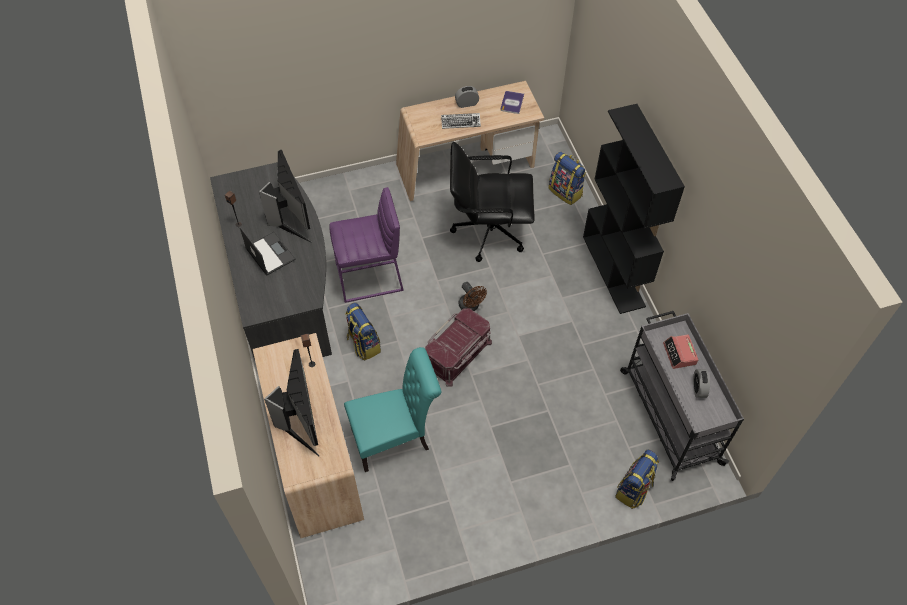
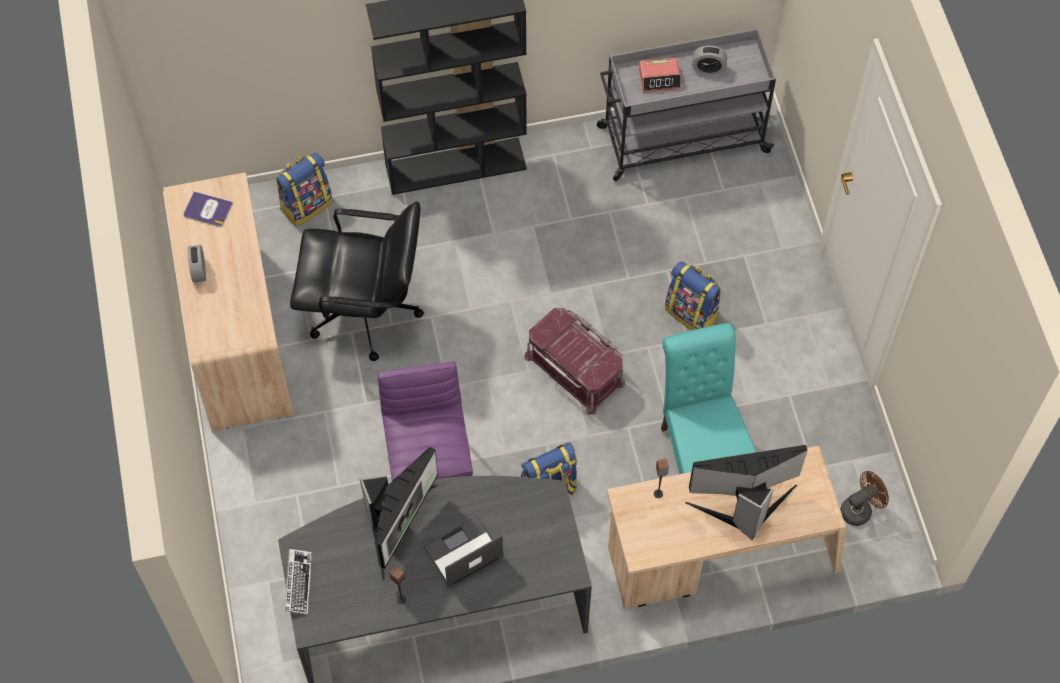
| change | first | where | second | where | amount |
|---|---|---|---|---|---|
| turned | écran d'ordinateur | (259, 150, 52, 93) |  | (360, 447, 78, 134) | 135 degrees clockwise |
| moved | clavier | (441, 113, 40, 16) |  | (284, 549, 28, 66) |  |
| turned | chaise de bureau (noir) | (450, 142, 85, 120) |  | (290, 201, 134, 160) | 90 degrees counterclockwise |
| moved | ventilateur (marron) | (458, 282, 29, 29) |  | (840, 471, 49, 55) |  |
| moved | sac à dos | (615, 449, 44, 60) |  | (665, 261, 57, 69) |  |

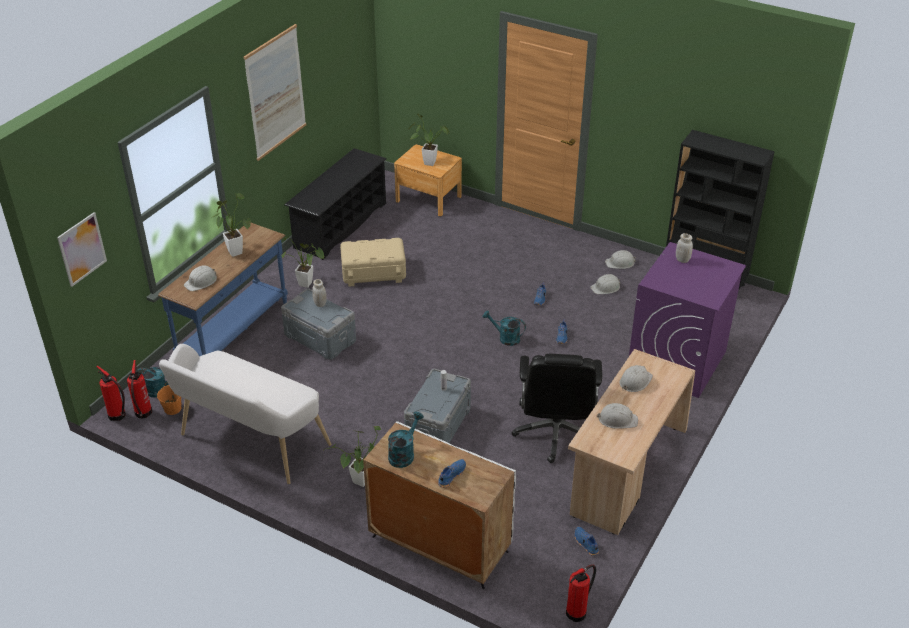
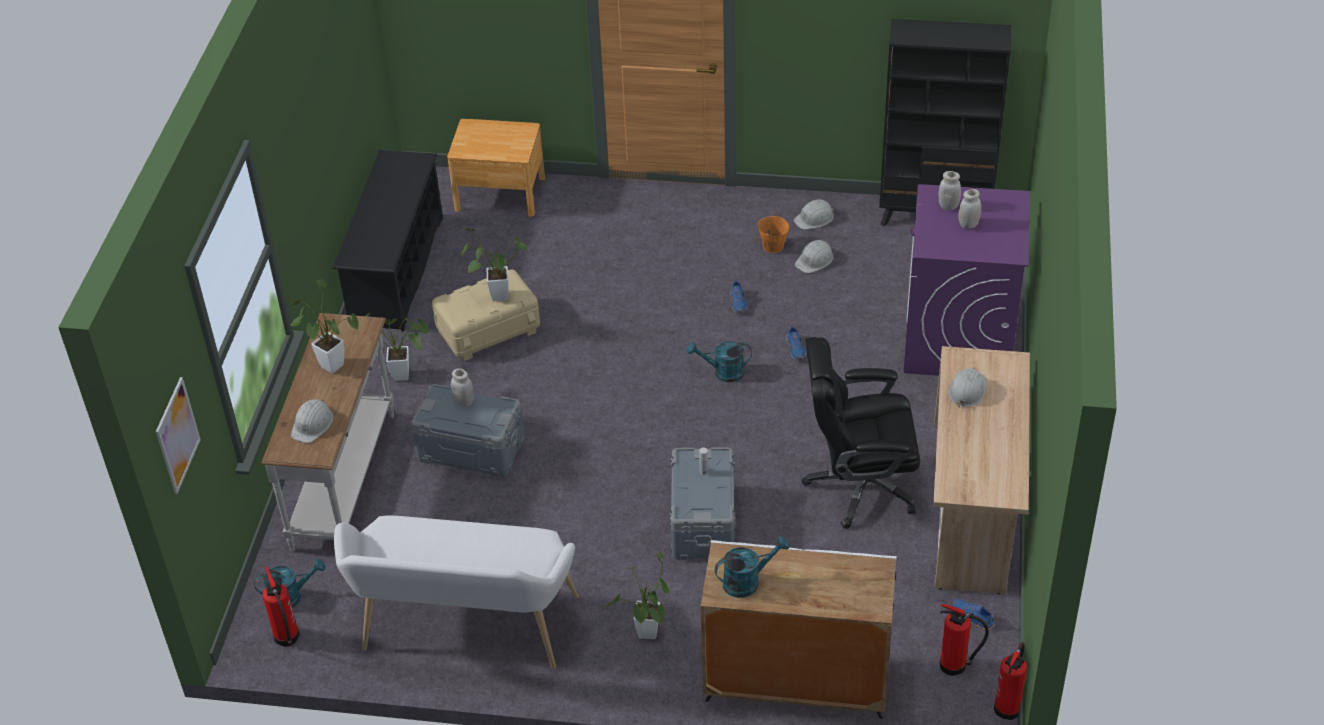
| change | first | where | second | where | amount |
|---|---|---|---|---|---|
| moved | extincteur | (96, 366, 30, 55) |  | (940, 604, 49, 72) |  |
| moved | seau (orange) | (157, 382, 24, 33) |  | (758, 213, 31, 40) |  |
| recoloured | table console (bleu) | (158, 223, 130, 134) | table console (blanc) | (262, 313, 132, 239) |  |
| removed | tableau | (243, 24, 63, 137) |  |  |  |
| turned | arrosoir (turquoise) | (388, 412, 36, 56) |  | (715, 536, 75, 62) | 60 degrees clockwise |
| moved | plante en pot | (409, 114, 41, 52) |  | (460, 228, 68, 73) |  |
| removed | chaussure (bleu) | (438, 459, 28, 28) |  |  |  |
| turned | chaise de bureau (noir) | (511, 354, 91, 109) |  | (801, 337, 119, 192) | 105 degrees clockwise |
| removed | casque de chantier (blanc) | (596, 403, 42, 26) |  |  |  |
| added |  |  | bocal (blanc) | (958, 189, 23, 40) |  |

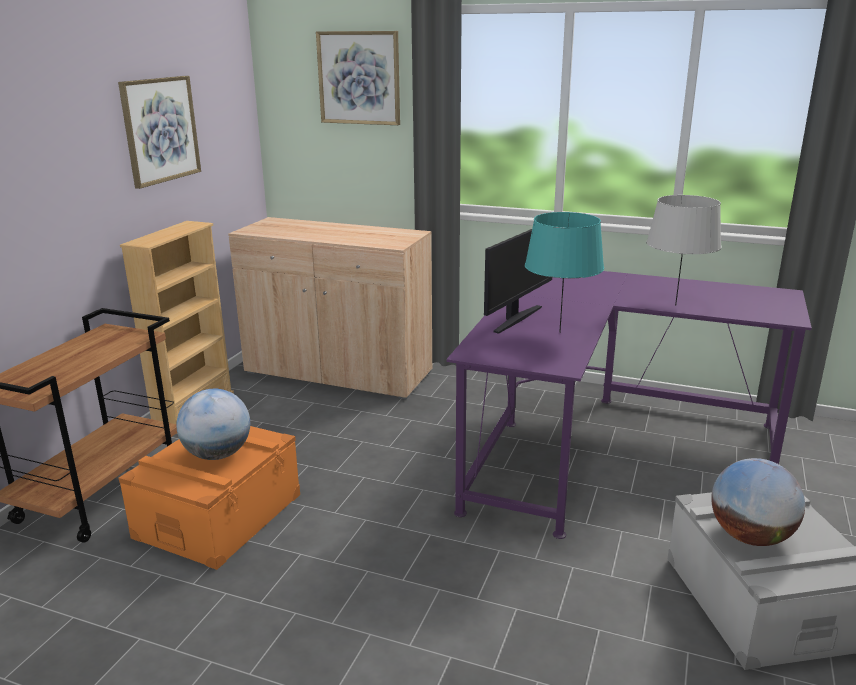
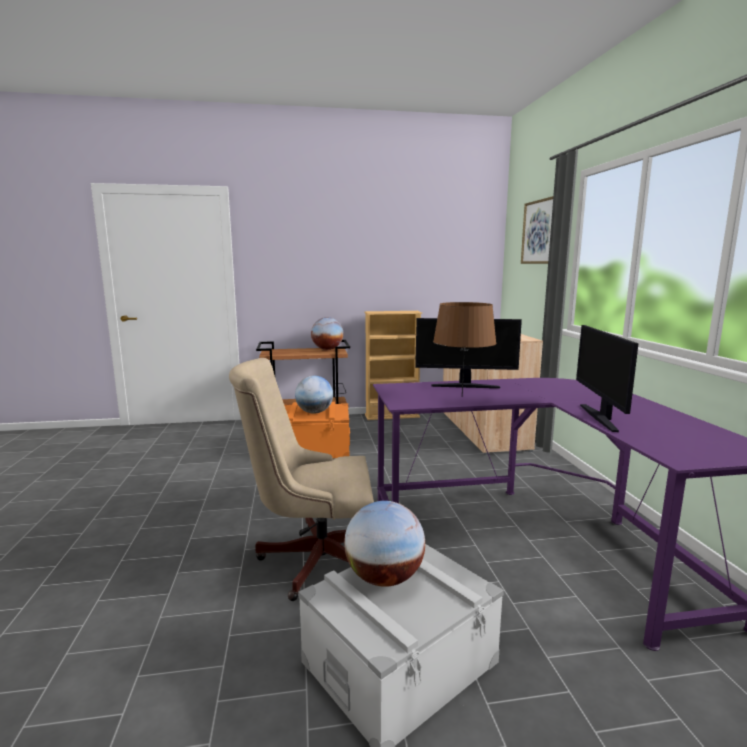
| change | first | where | second | where | amount |
|---|---|---|---|---|---|
| removed | tableau | (118, 76, 83, 113) |  |  |  |
| recoloured | lampe de table (turquoise) | (525, 212, 79, 121) | lampe de table (marron) | (433, 302, 64, 95) |  |
| replaced | lampe de table (gris) | (646, 195, 75, 111) | écran d'ordinateur | (576, 325, 63, 107) |  |
| added |  |  | chaise de bureau (beige) | (229, 358, 145, 243) |  |
| added |  |  | globe | (311, 317, 33, 33) |  |

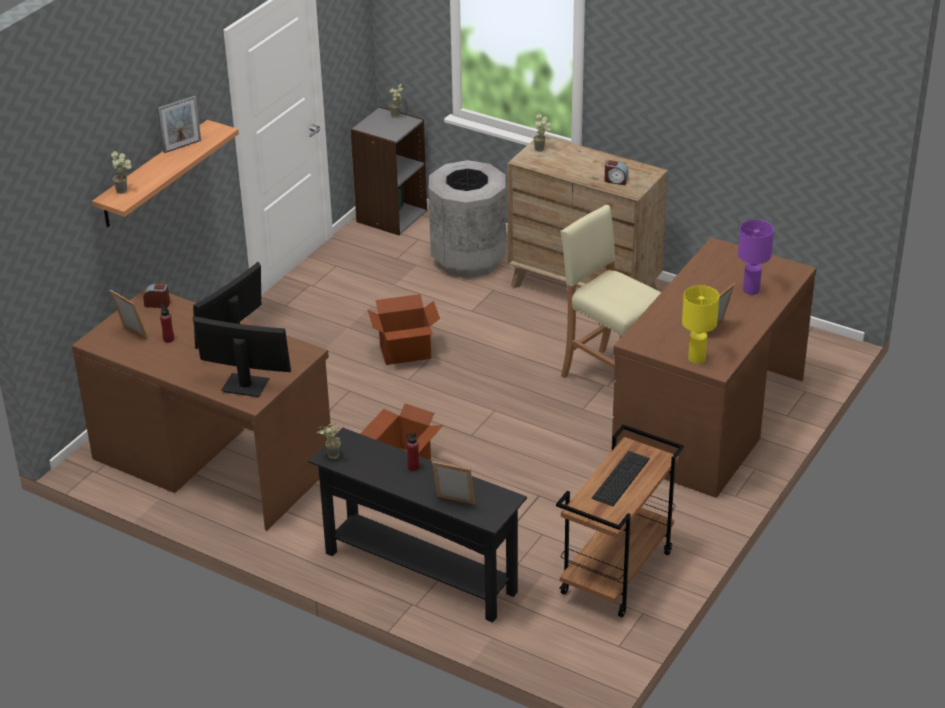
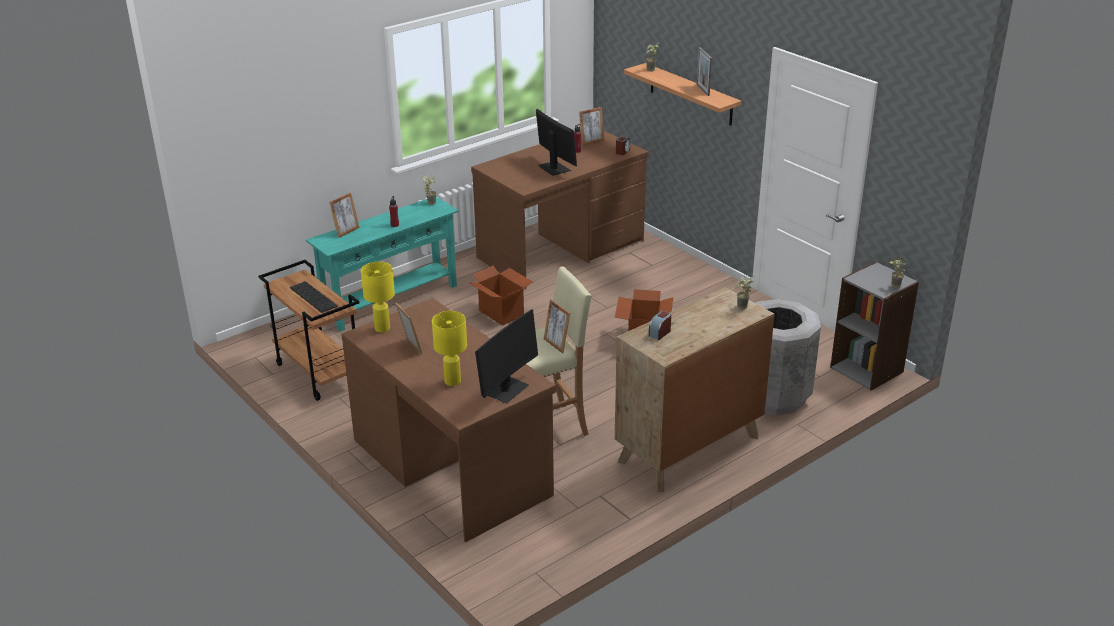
| change | first | where | second | where | amount |
|---|---|---|---|---|---|
| moved | écran d'ordinateur | (193, 316, 98, 81) |  | (475, 309, 63, 95) |  |
| recoloured | table console (noir) | (309, 428, 218, 195) | table console (turquoise) | (306, 197, 153, 134) |  |
| recoloured | lampe de table (violet) | (738, 219, 36, 76) | lampe de table (jaune) | (432, 311, 35, 75) |  |
| added |  |  | cadre photo | (544, 299, 26, 54) |  |

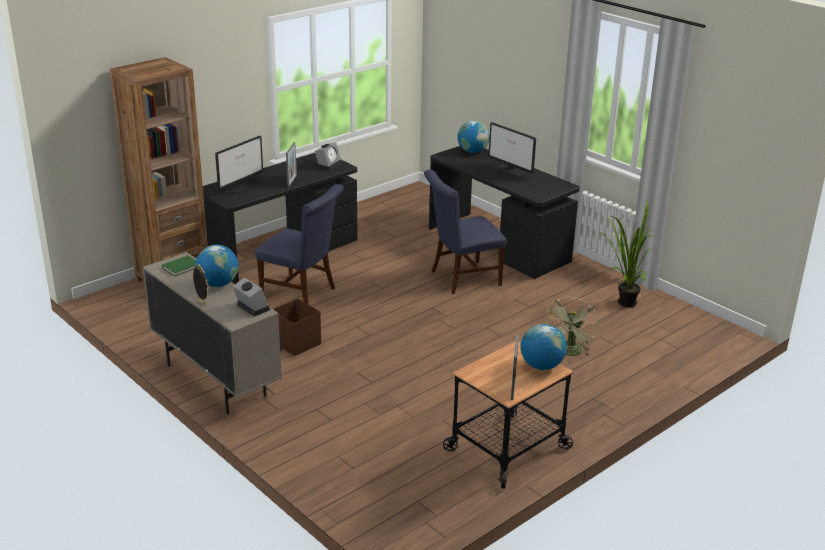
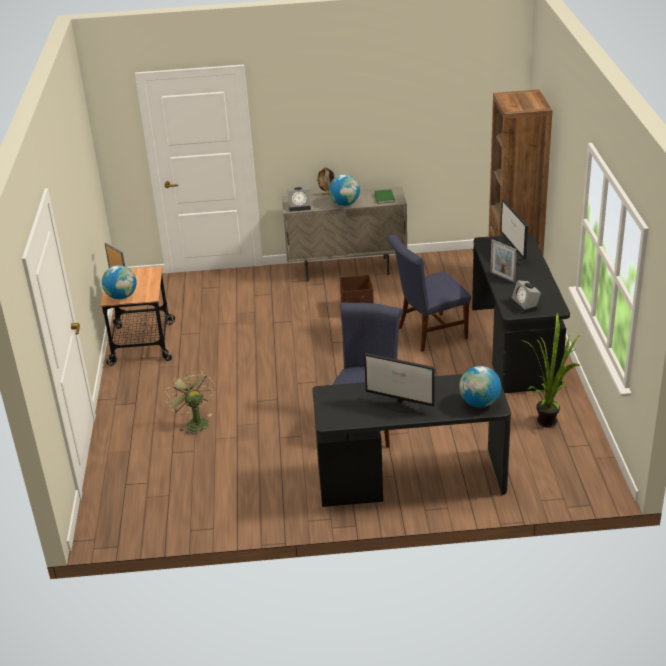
| change | first | where | second | where | amount |
|---|---|---|---|---|---|
| turned | écran d'ordinateur | (489, 122, 47, 55) |  | (364, 353, 71, 59) | 150 degrees counterclockwise |
| moved | plante en pot | (601, 201, 52, 107) |  | (521, 313, 59, 114) |  |

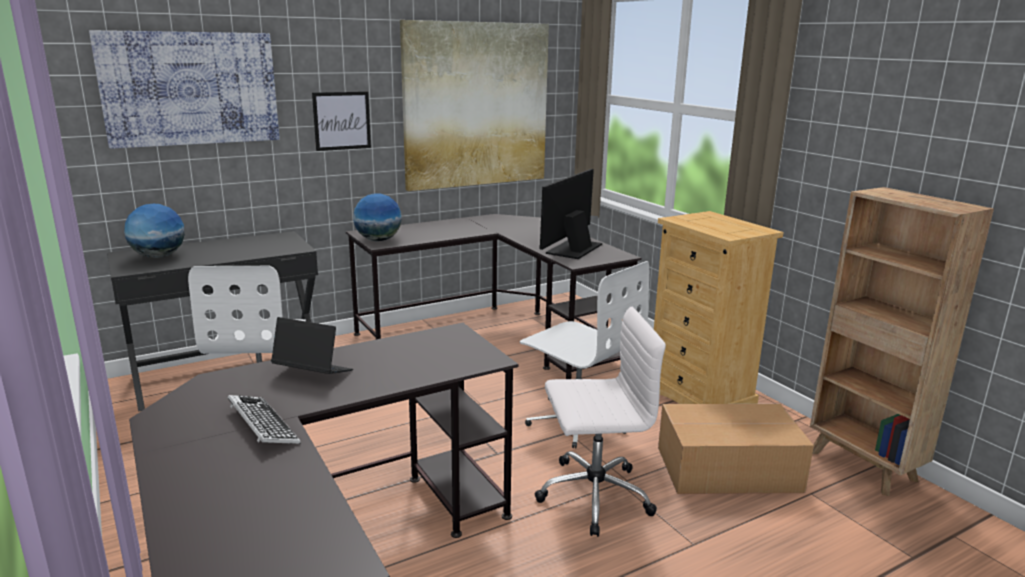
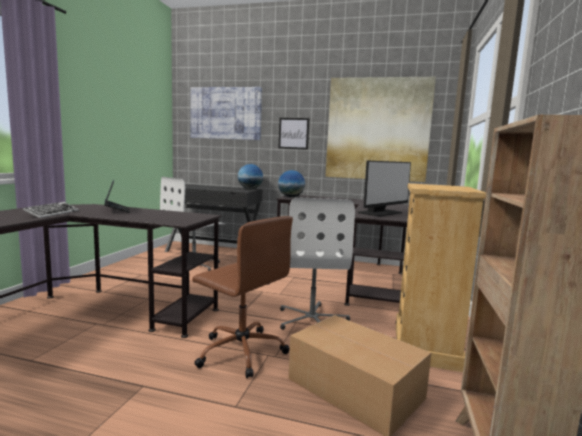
| change | first | where | second | where | amount |
|---|---|---|---|---|---|
| moved | globe | (124, 204, 61, 54) |  | (238, 164, 25, 25) |  |
| recoloured | chaise de bureau (blanc) | (535, 307, 131, 230) | chaise de bureau (marron) | (192, 216, 101, 162) |  |
| turned | écran d'ordinateur | (539, 169, 63, 90) |  | (358, 160, 53, 57) | 150 degrees clockwise |

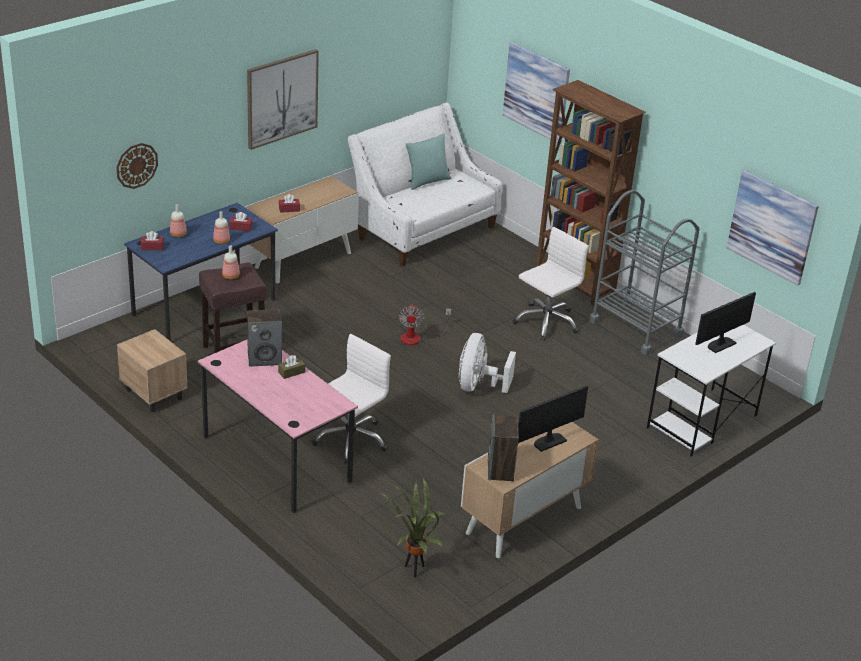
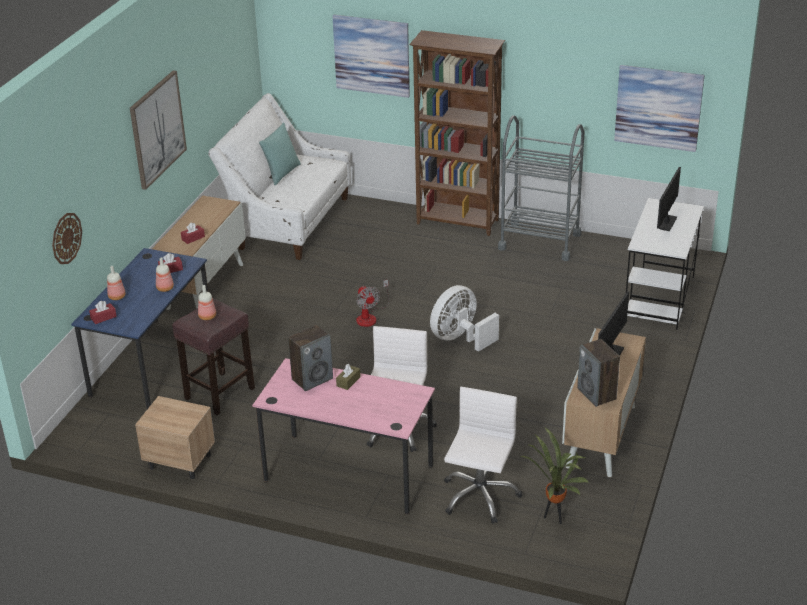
| change | first | where | second | where | amount |
|---|---|---|---|---|---|
| turned | ventilateur (blanc) | (459, 333, 57, 60) |  | (430, 285, 69, 67) | 60 degrees clockwise |
| moved | chaise de bureau (blanc) | (512, 227, 77, 114) |  | (444, 387, 78, 137) |  |

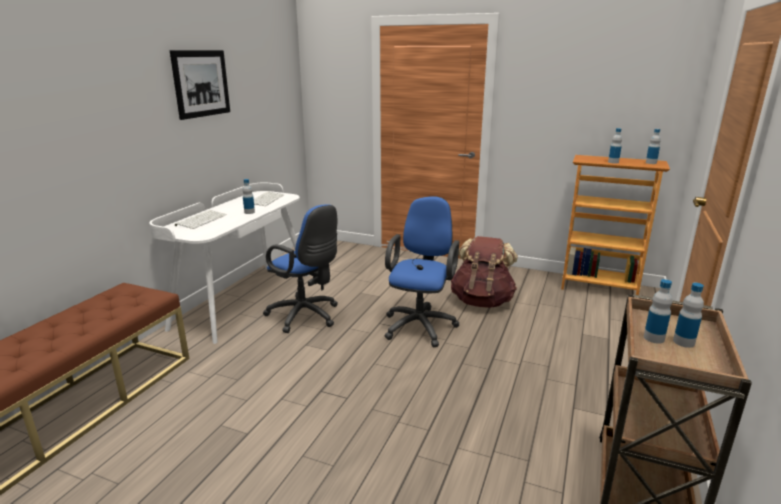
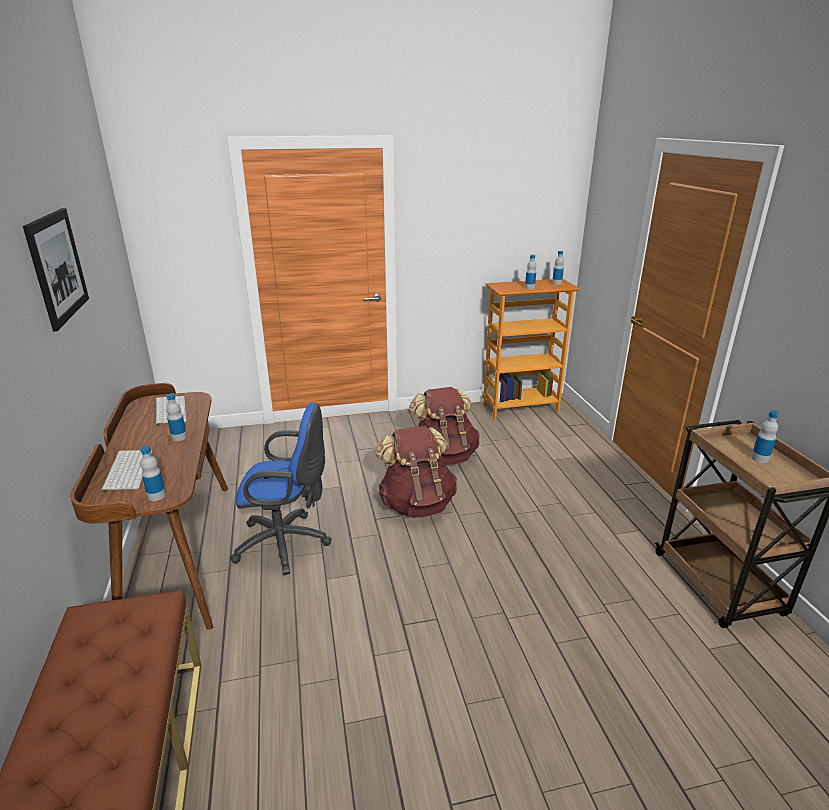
| change | first | where | second | where | amount |
|---|---|---|---|---|---|
| recoloured | bureau (blanc) | (149, 182, 160, 162) | bureau (marron) | (70, 383, 158, 247) |  |
| replaced | chaise de bureau (bleu) | (385, 196, 75, 151) | sac à dos (marron) | (376, 426, 81, 92) |  |
| moved | bouteille | (644, 279, 28, 65) |  | (140, 446, 26, 55) |  |

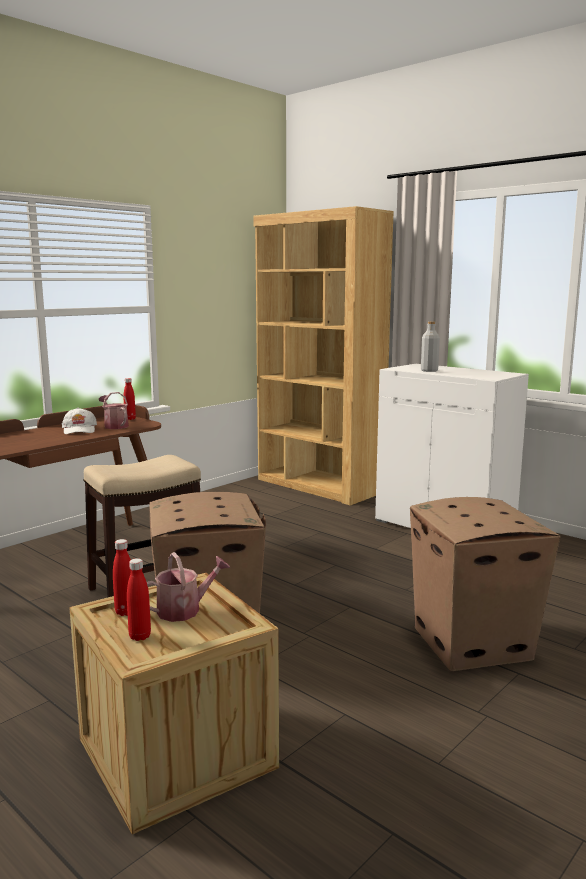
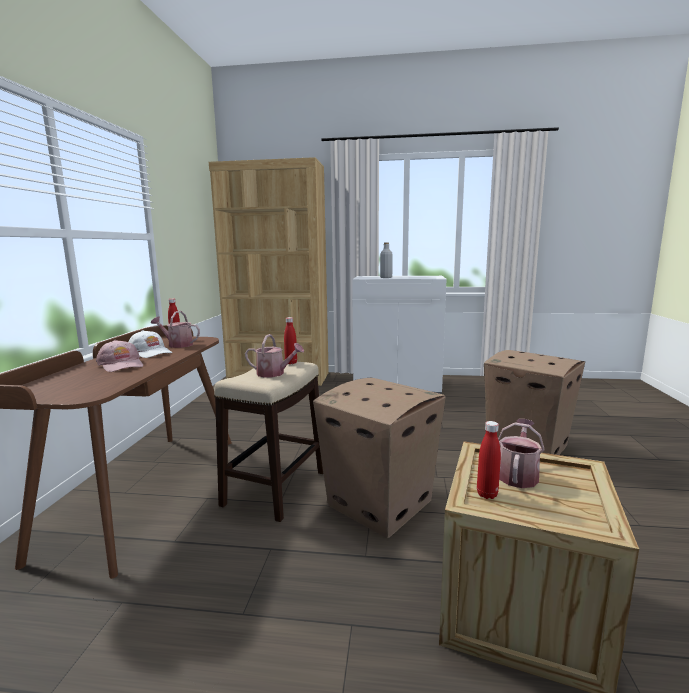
| change | first | where | second | where | amount |
|---|---|---|---|---|---|
| moved | bouteille (rouge) | (127, 558, 24, 83) |  | (284, 317, 13, 47) |  |
| added |  |  | casquette (rose) | (96, 340, 47, 32) |  |
| added |  |  | arrosoir | (245, 334, 59, 44) |  |

